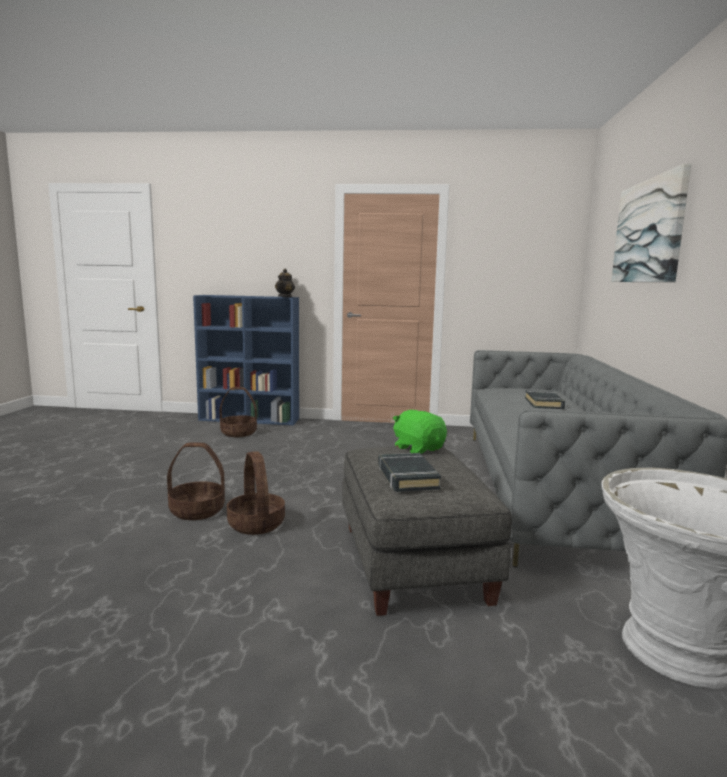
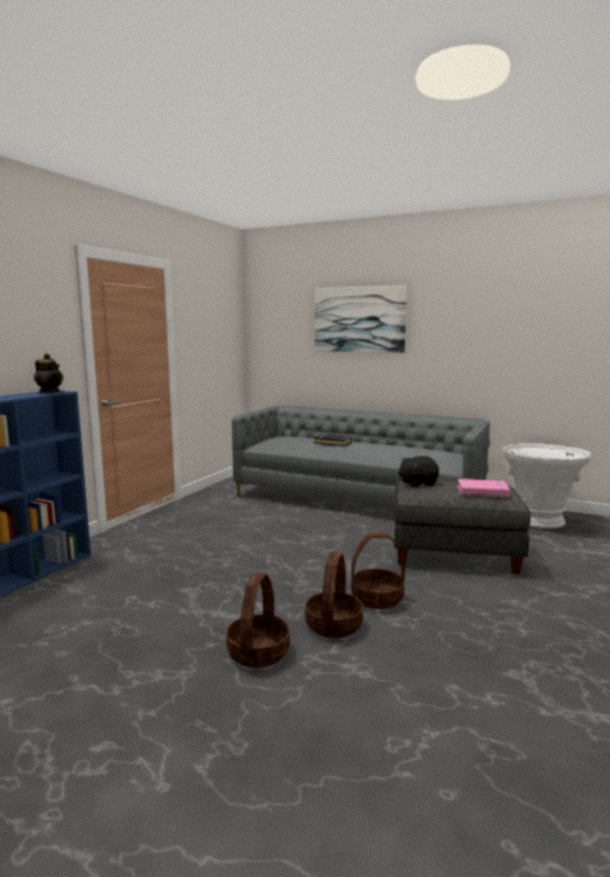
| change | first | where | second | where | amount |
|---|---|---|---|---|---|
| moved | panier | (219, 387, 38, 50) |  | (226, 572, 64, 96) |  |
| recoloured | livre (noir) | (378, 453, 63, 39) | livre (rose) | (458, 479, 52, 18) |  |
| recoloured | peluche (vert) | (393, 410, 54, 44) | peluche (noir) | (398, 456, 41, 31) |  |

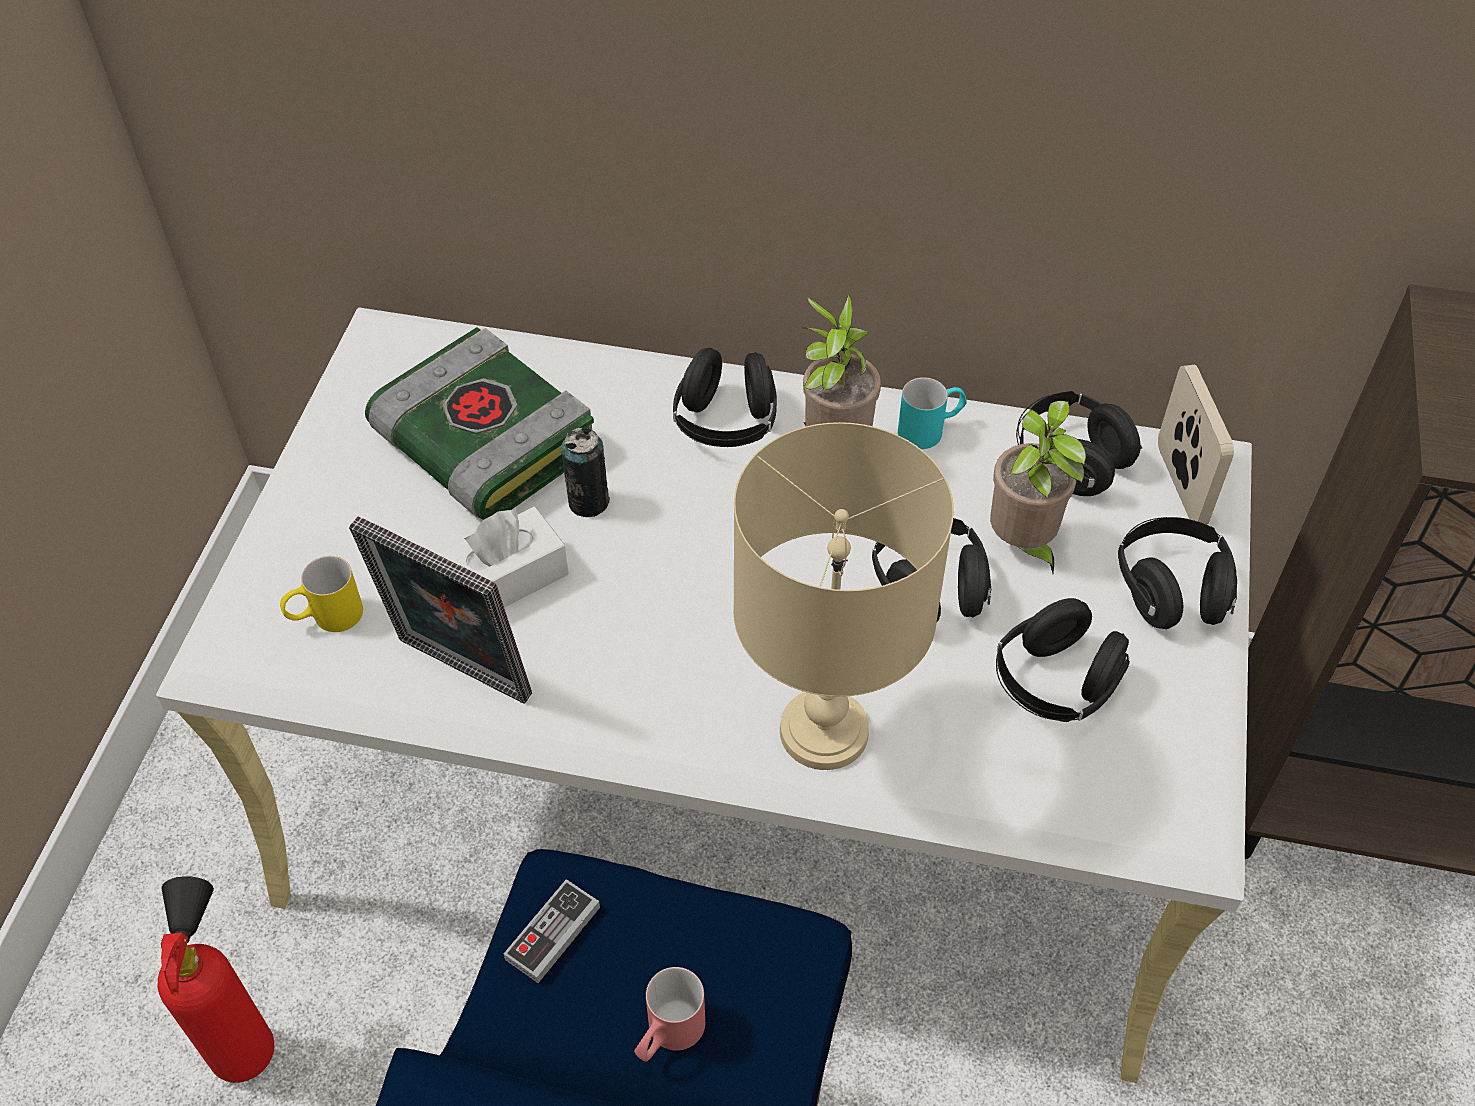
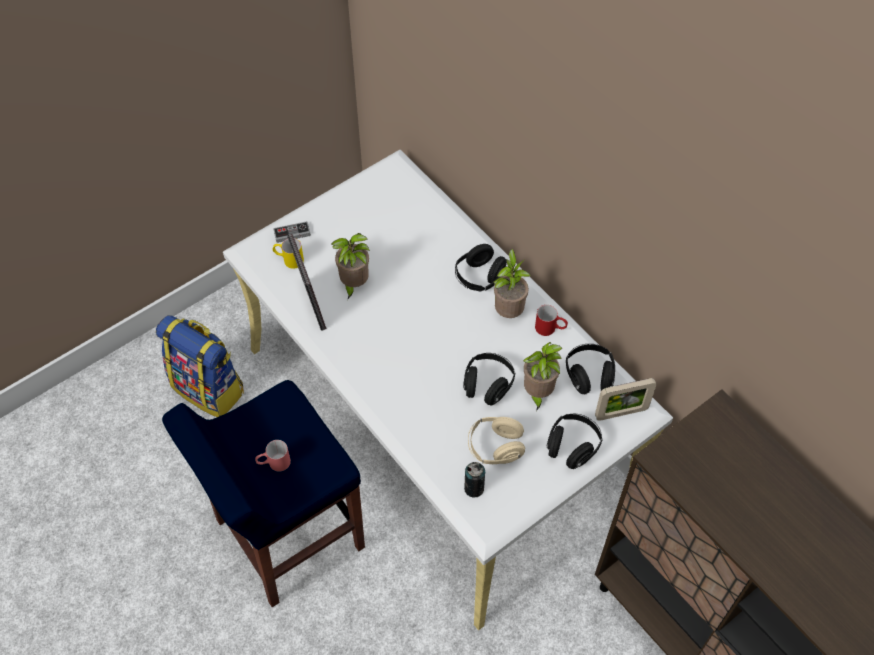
| change | first | where | second | where | amount |
|---|---|---|---|---|---|
| replaced | extincteur | (158, 876, 116, 207) | sac à dos | (156, 315, 88, 102) |  |
| removed | livre | (365, 327, 229, 193) |  |  |  |
| replaced | boîte à mouchoirs (blanc) | (437, 507, 132, 101) | plante en pot | (332, 233, 38, 67) |  |
| moved | manette | (504, 879, 96, 104) |  | (273, 221, 38, 22) |  |
| moved | boîte métallique | (561, 428, 49, 89) |  | (464, 462, 22, 35) |  |
| removed | lampe de table (beige) | (733, 422, 221, 348) |  |  |  |
| recoloured | mug (turquoise) | (898, 377, 69, 72) | mug (rouge) | (535, 305, 33, 31) |  |
| recoloured | casque audio (noir) | (996, 598, 134, 124) | casque audio (beige) | (468, 417, 57, 47) |  |
| turned | cadre photo | (1158, 365, 76, 159) |  | (595, 378, 62, 43) | 45 degrees clockwise |

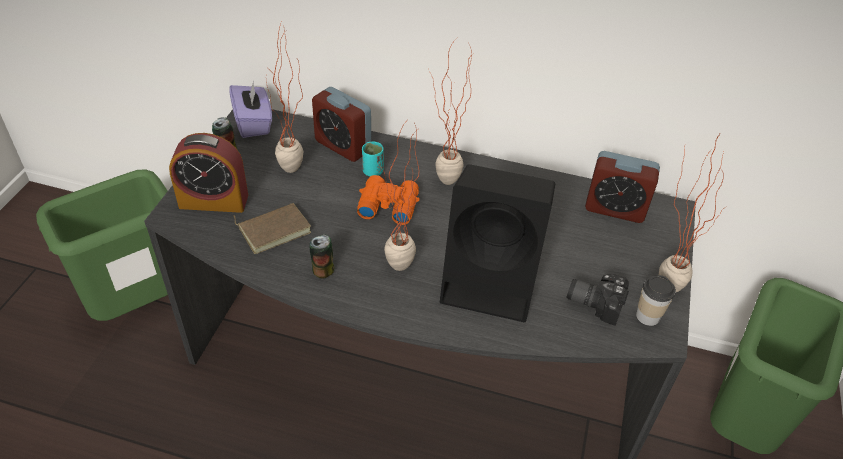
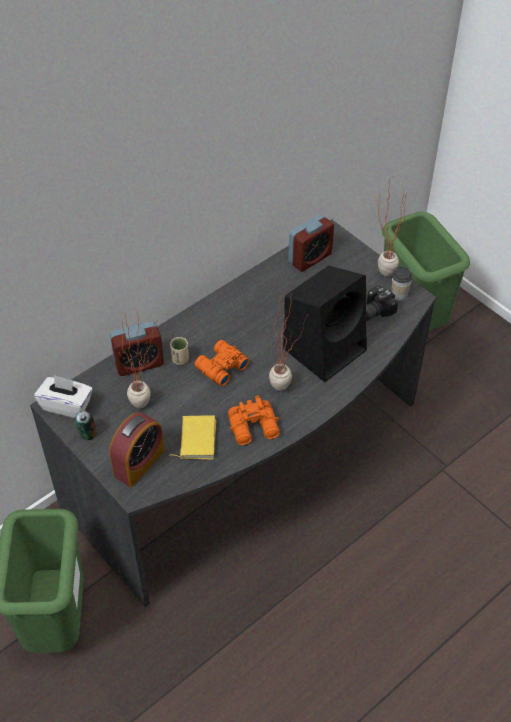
| change | first | where | second | where | amount |
|---|---|---|---|---|---|
| recoloured | boîte à mouchoirs (violet) | (229, 81, 43, 57) | boîte à mouchoirs (blanc) | (34, 375, 59, 43) |  |
| recoloured | livre (marron) | (233, 203, 78, 51) | livre (jaune) | (169, 415, 47, 44) |  |
| replaced | boîte métallique | (310, 235, 24, 44) | jumelles (orange) | (228, 396, 52, 49) |  |
| recoloured | tasse (turquoise) | (362, 141, 22, 35) | tasse (beige) | (170, 337, 19, 28) |  |
| removed | plante en pot | (428, 37, 47, 148) |  |  |  |

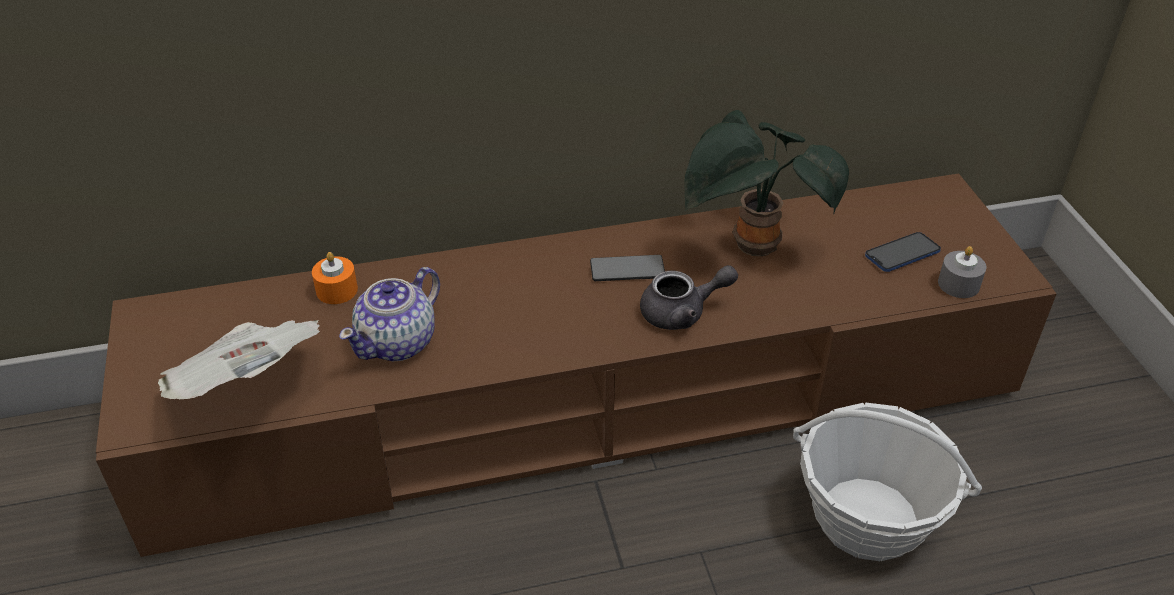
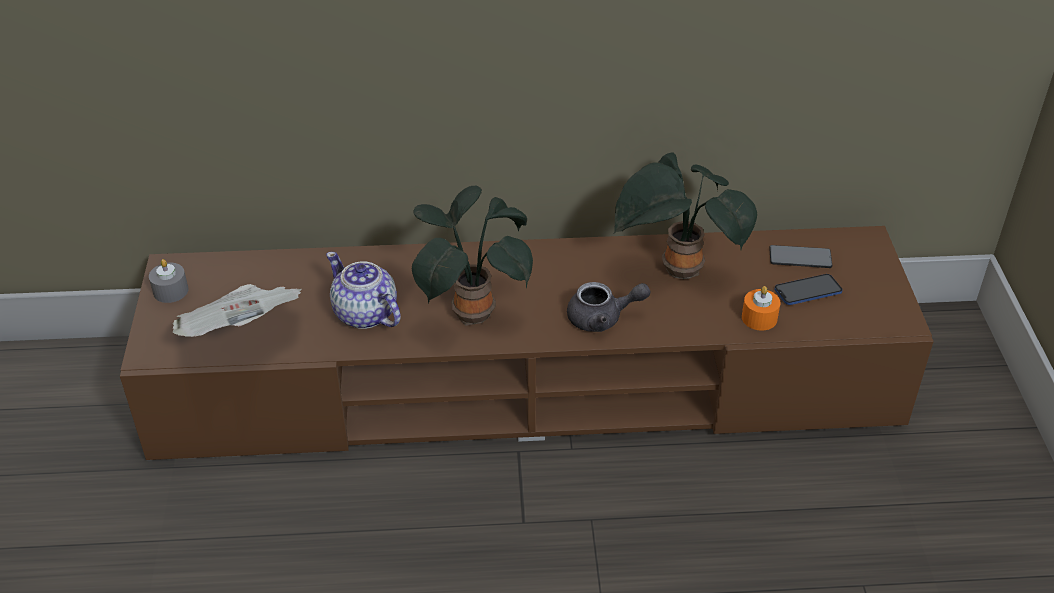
| change | first | where | second | where | amount |
|---|---|---|---|---|---|
| moved | bougie (orange) | (312, 252, 46, 52) |  | (742, 286, 38, 45) |  |
| turned | théière | (339, 267, 101, 94) |  | (326, 252, 75, 77) | 90 degrees clockwise |
| moved | téléphone | (590, 255, 75, 26) |  | (769, 245, 63, 23) |  |
| removed | panier | (793, 402, 189, 159) |  |  |  |
| moved | bougie (gris) | (938, 246, 48, 52) |  | (149, 259, 40, 44) |  |
| added |  |  | plante en pot | (412, 186, 121, 140) |  |

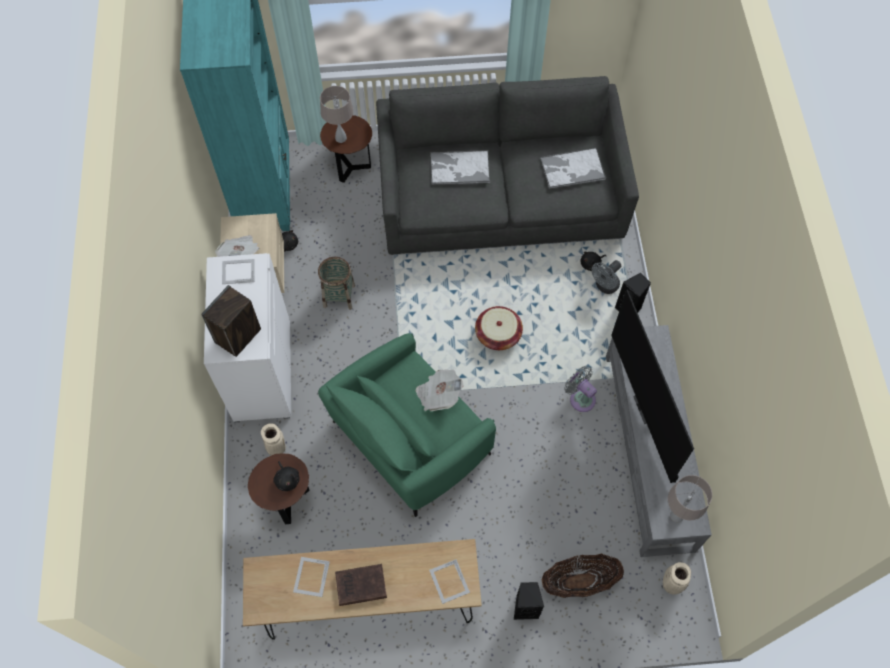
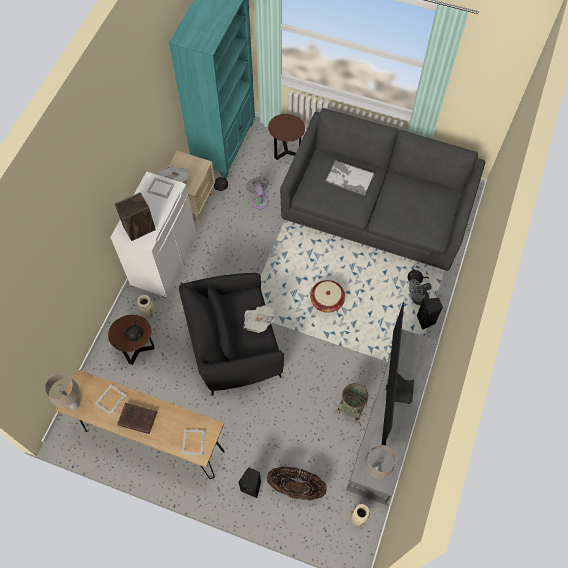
| change | first | where | second | where | amount |
|---|---|---|---|---|---|
| moved | panier | (318, 257, 37, 53) |  | (337, 383, 31, 40) |  |
| recoloured | fauteuil (vert) | (318, 333, 178, 184) | fauteuil (noir) | (179, 273, 105, 123) |  |
| moved | lampe de table (beige) | (320, 86, 33, 57) |  | (45, 373, 35, 37) |  |
| removed | plateau | (540, 148, 66, 41) |  |  |  |
| moved | ventilateur (gris) | (564, 366, 33, 46) |  | (246, 176, 23, 33) |  |

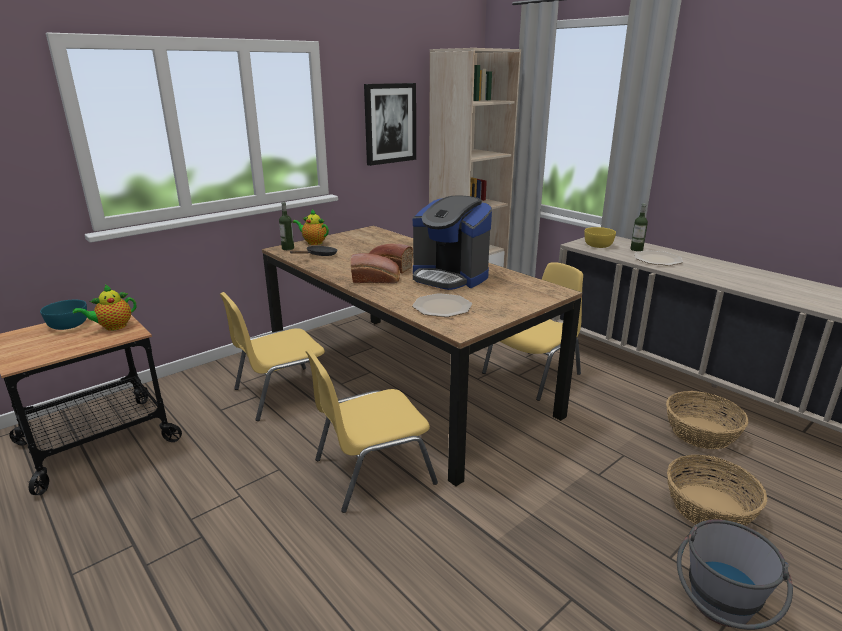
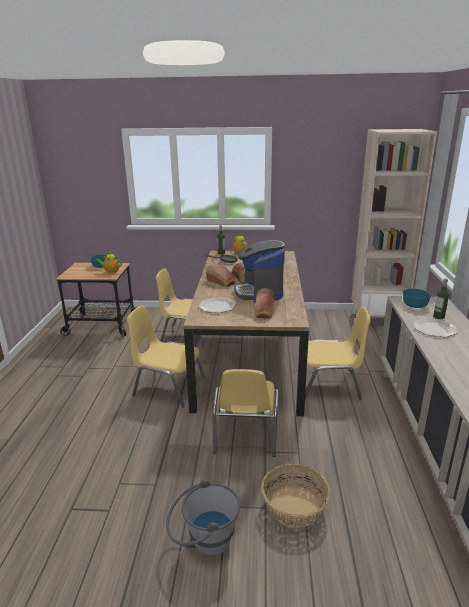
| change | first | where | second | where | amount |
|---|---|---|---|---|---|
| removed | tableau | (364, 83, 52, 83) |  |  |  |
| recoloured | bol (jaune) | (584, 227, 32, 21) | bol (turquoise) | (403, 289, 28, 19) |  |
| removed | panier | (666, 391, 82, 58) |  |  |  |
| added |  |  | chaise (jaune) | (213, 369, 66, 88) |  |
| added |  |  | pain | (255, 288, 20, 31) |  |

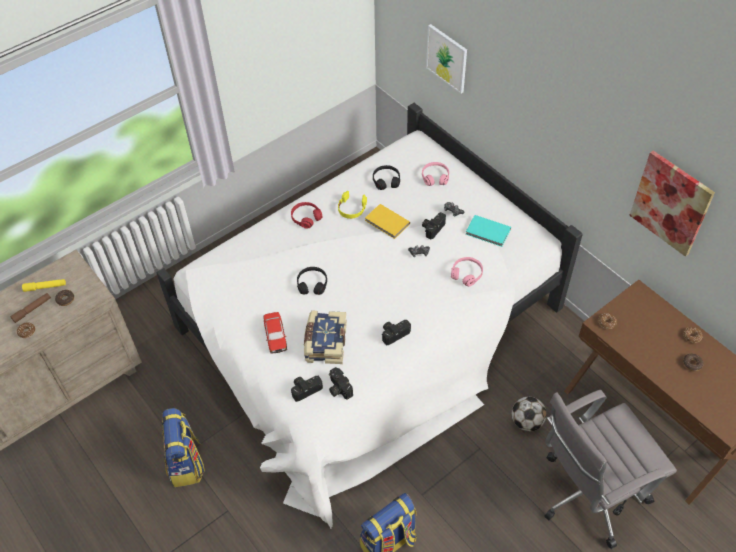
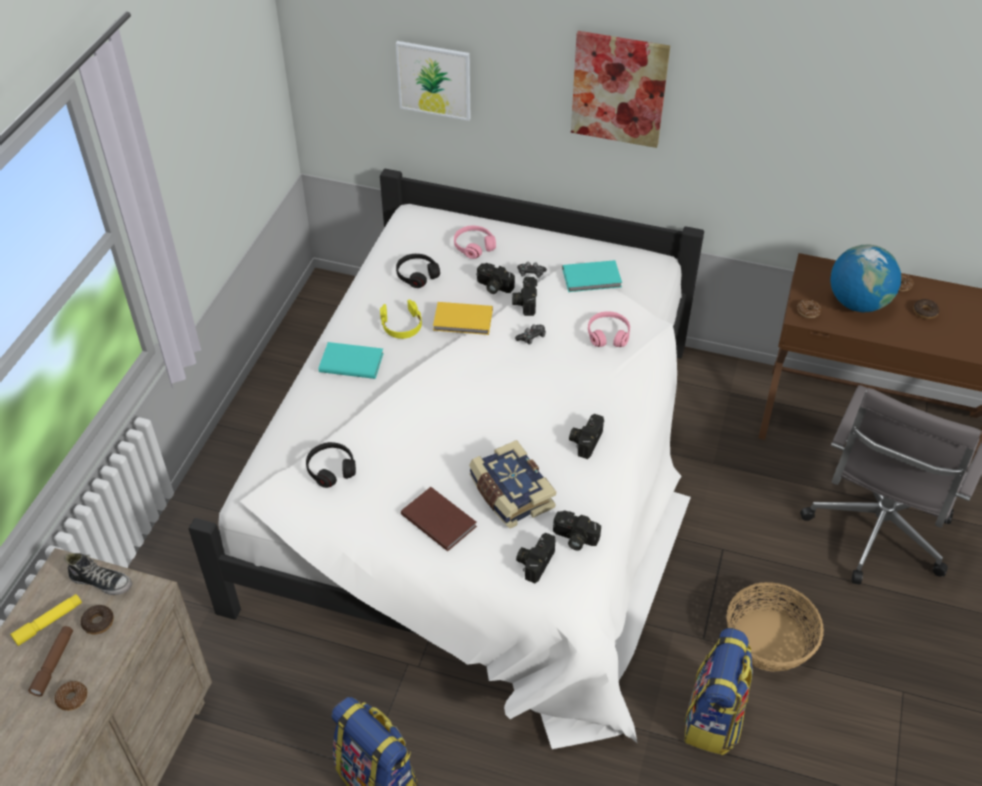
| change | first | where | second | where | amount |
|---|---|---|---|---|---|
| replaced | petite voiture | (264, 312, 23, 42) | livre (marron) | (401, 487, 76, 64) |  |
| replaced | casque audio (rouge) | (291, 202, 32, 27) | livre (turquoise) | (318, 342, 66, 37) |  |
| moved | casque audio (noir) | (297, 267, 30, 28) |  | (306, 442, 50, 46) |  |
| removed | ballon de foot | (512, 397, 35, 34) |  |  |  |
| moved | tableau | (630, 151, 85, 106) |  | (571, 31, 99, 117) |  |
| added |  |  | chaussure | (64, 553, 68, 42) |  |
| added |  |  | appareil photo | (476, 263, 39, 31) |  |
| added |  |  | panier | (726, 582, 98, 90) |  |
| added |  |  | globe | (830, 244, 71, 68) |  |

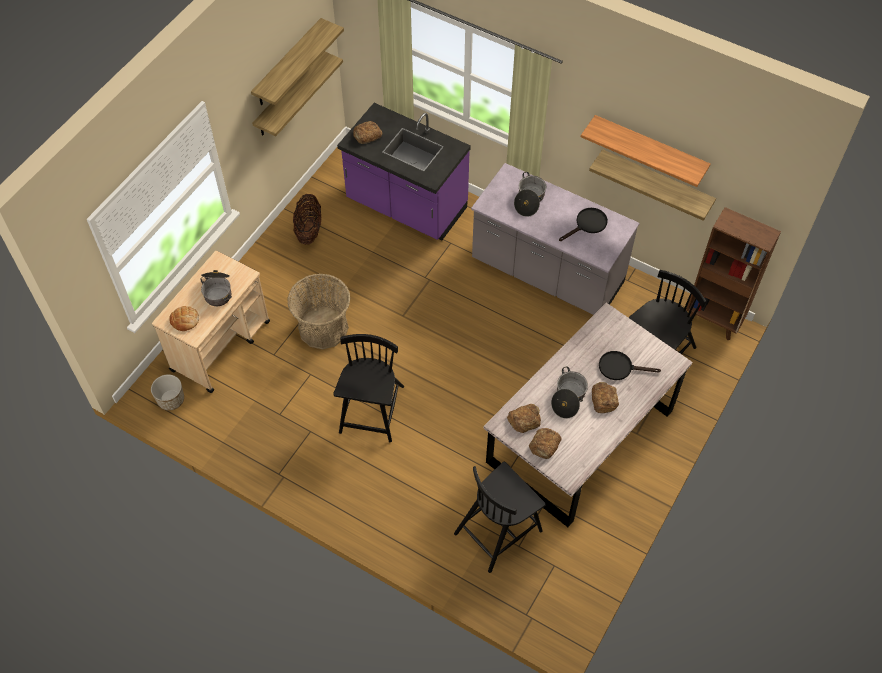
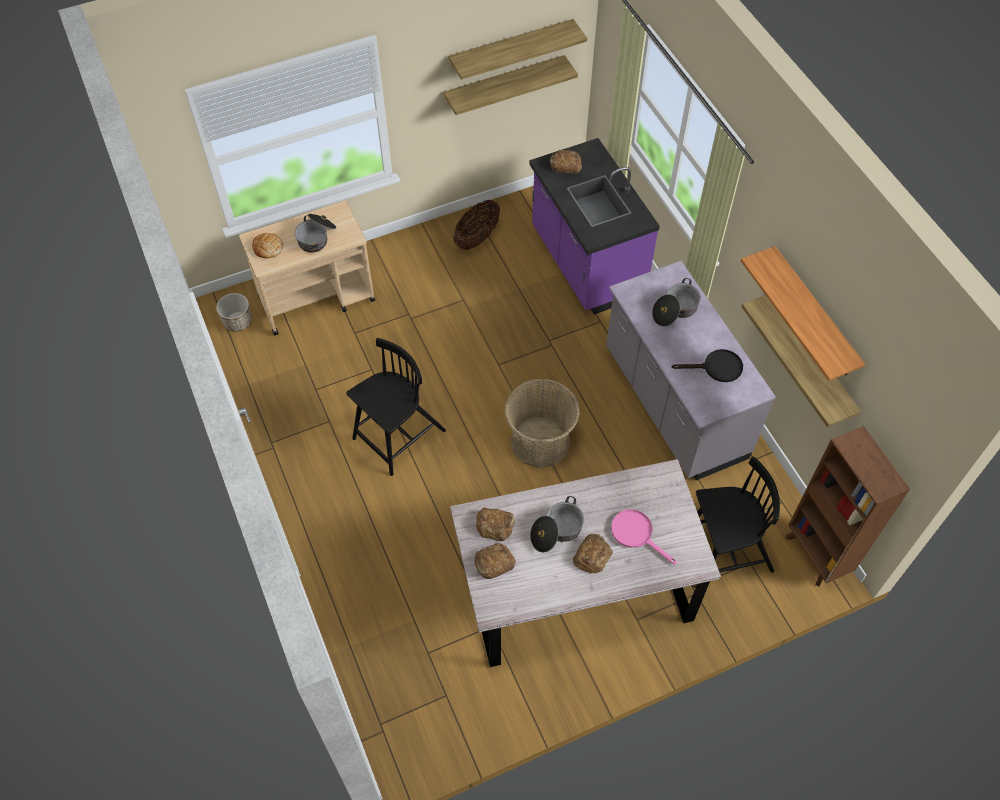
| change | first | where | second | where | amount |
|---|---|---|---|---|---|
| moved | panier | (287, 274, 63, 75) |  | (505, 379, 75, 89) |  |
| removed | chaise (noir) | (454, 462, 92, 111) |  |  |  |
| recoloured | poêle (noir) | (599, 351, 62, 29) | poêle (rose) | (611, 509, 66, 55) |  |

